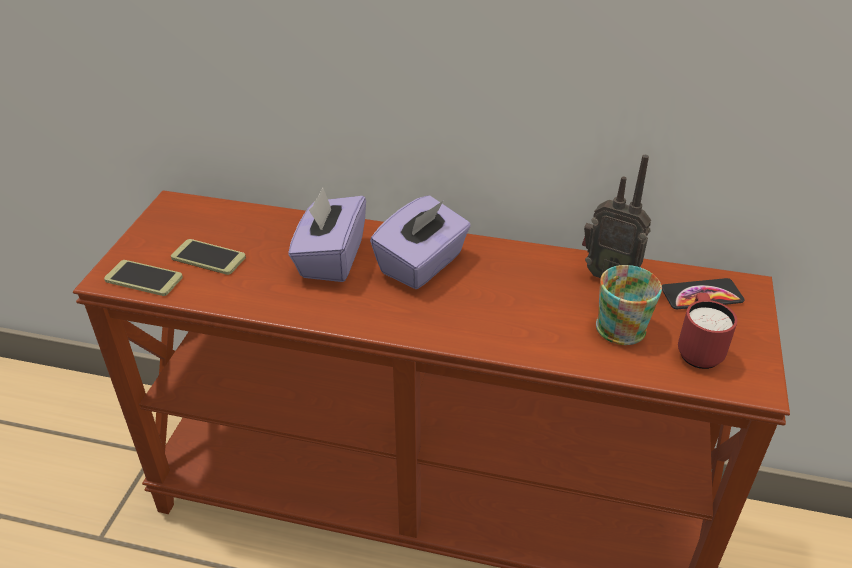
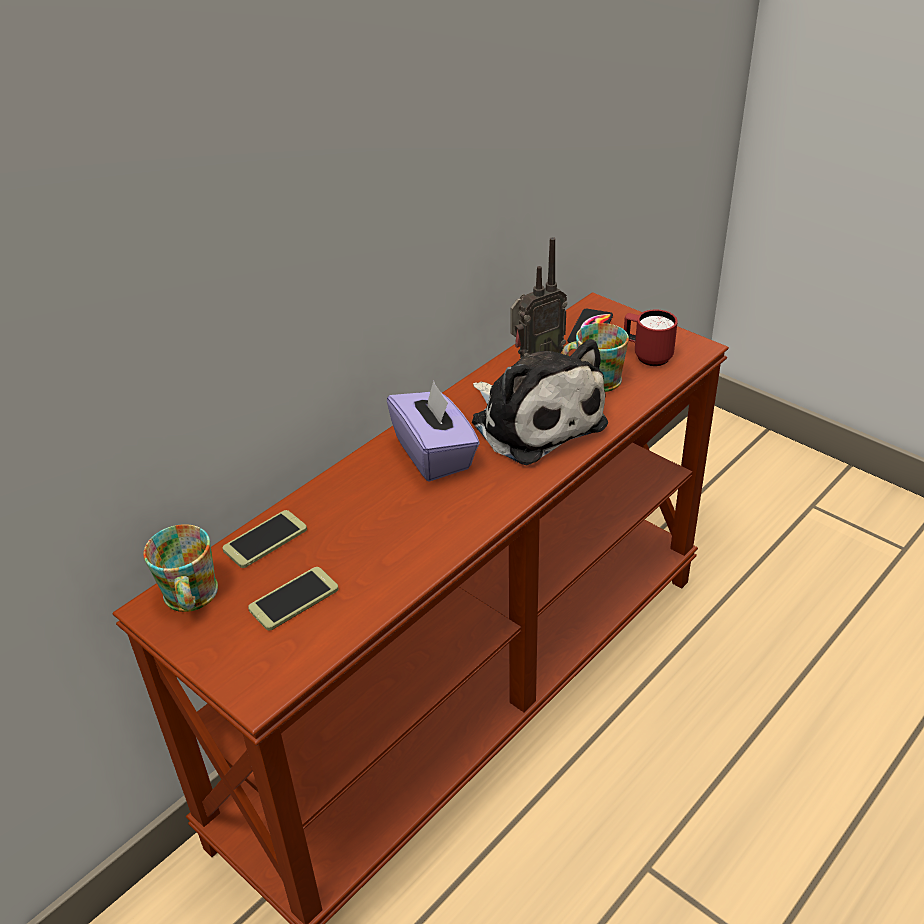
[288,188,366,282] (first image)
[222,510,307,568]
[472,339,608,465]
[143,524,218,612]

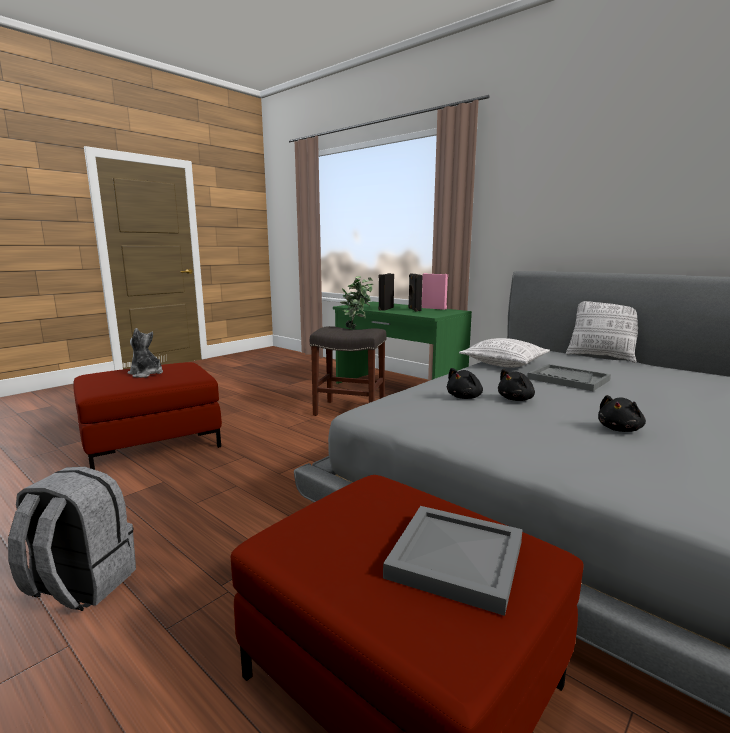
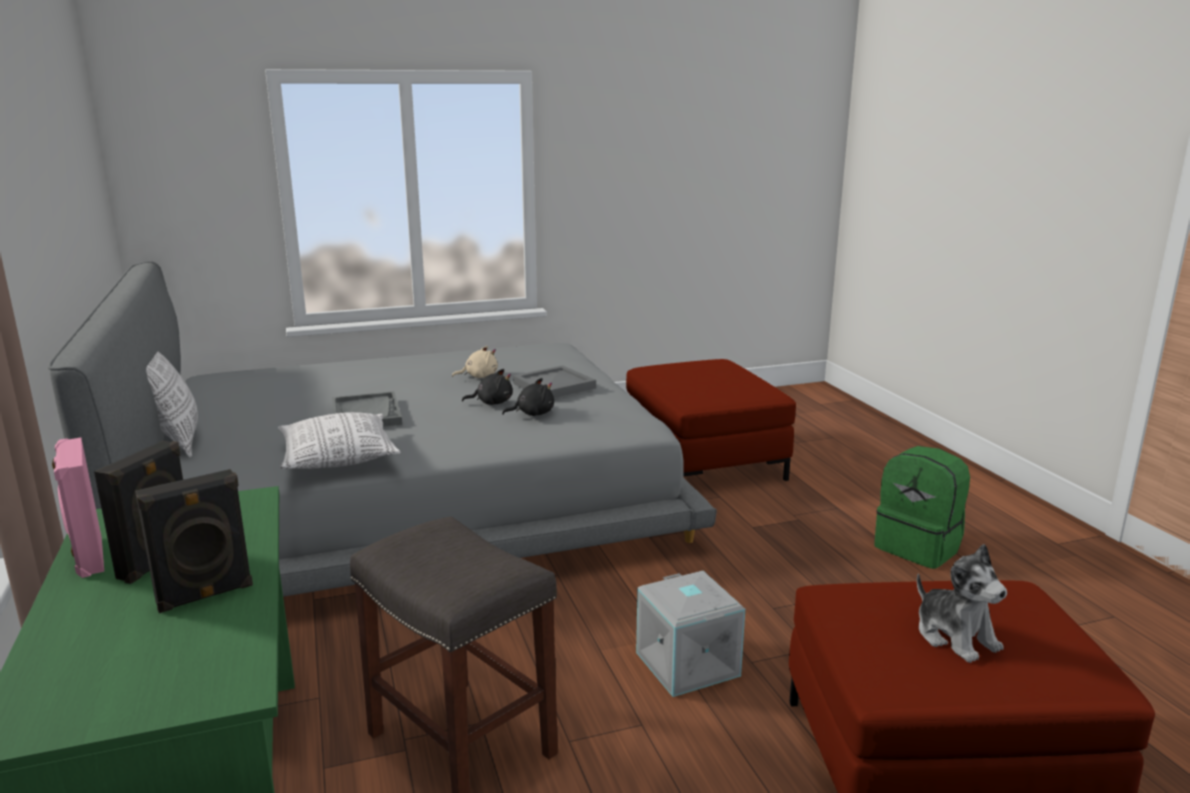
[340,276,373,329] (first image)
[452,346,498,378]
[874,446,970,569]
[513,365,596,398]
[636,571,745,697]

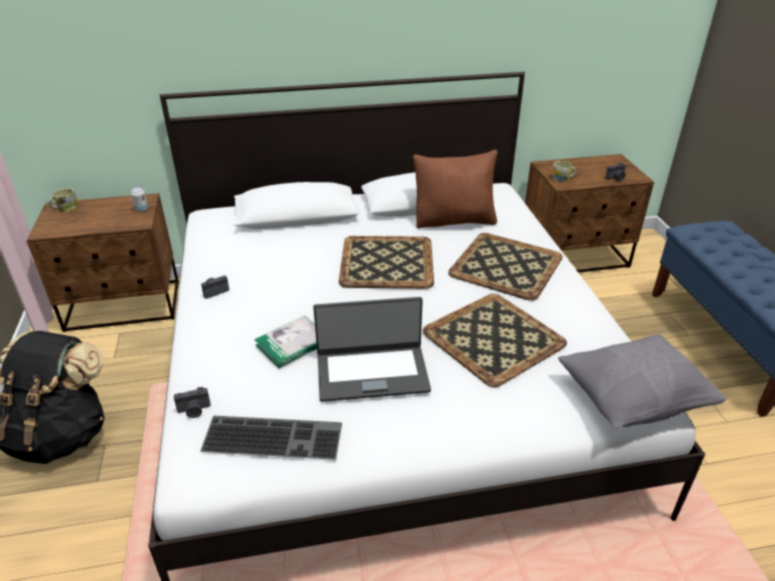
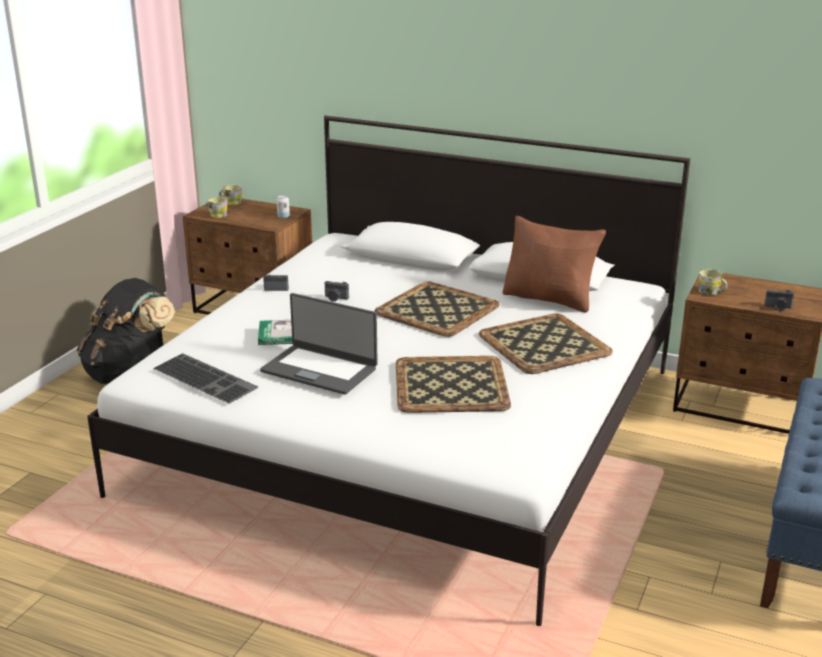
[558,334,726,428] (first image)
[325,281,349,302]
[205,197,228,218]

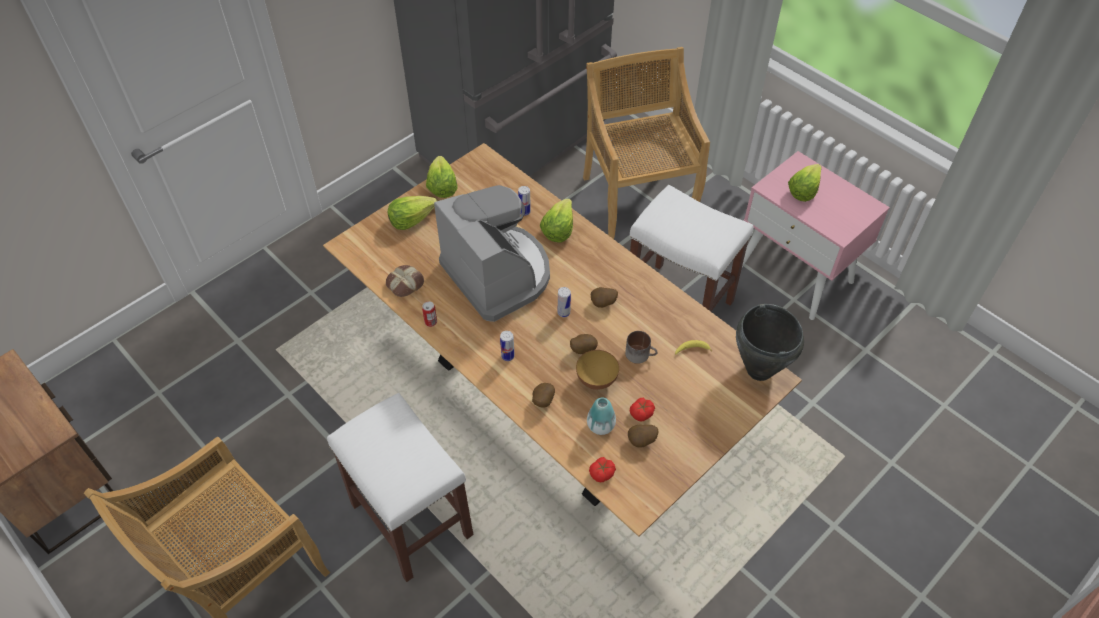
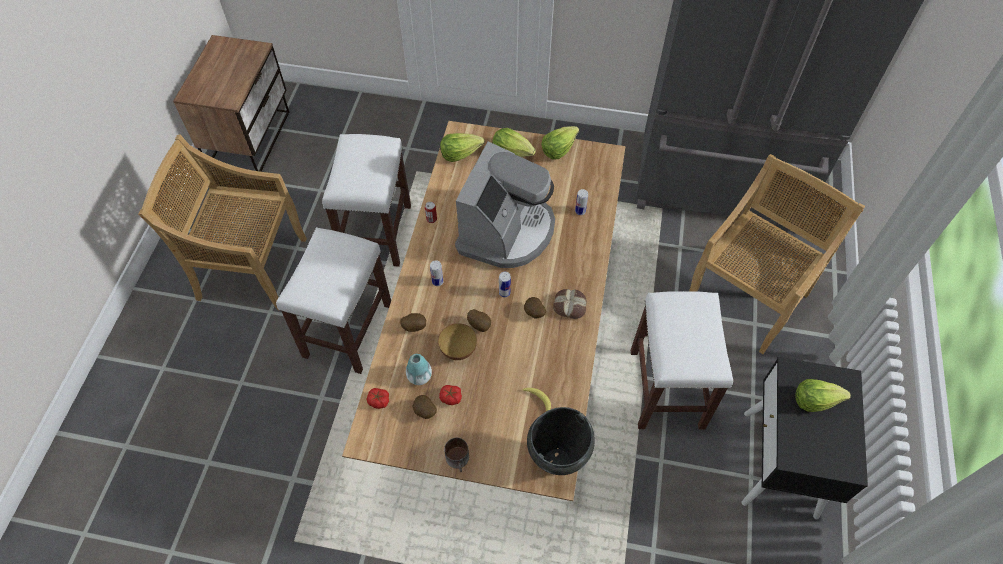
[741,357,868,520]
[440,133,485,162]
[553,289,587,319]
[444,438,469,472]
[322,134,411,266]

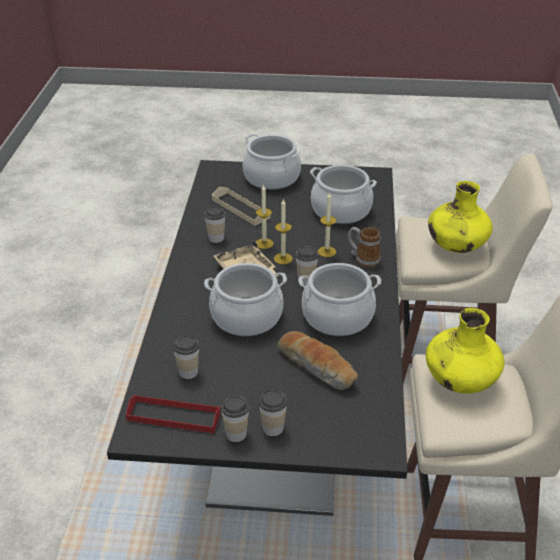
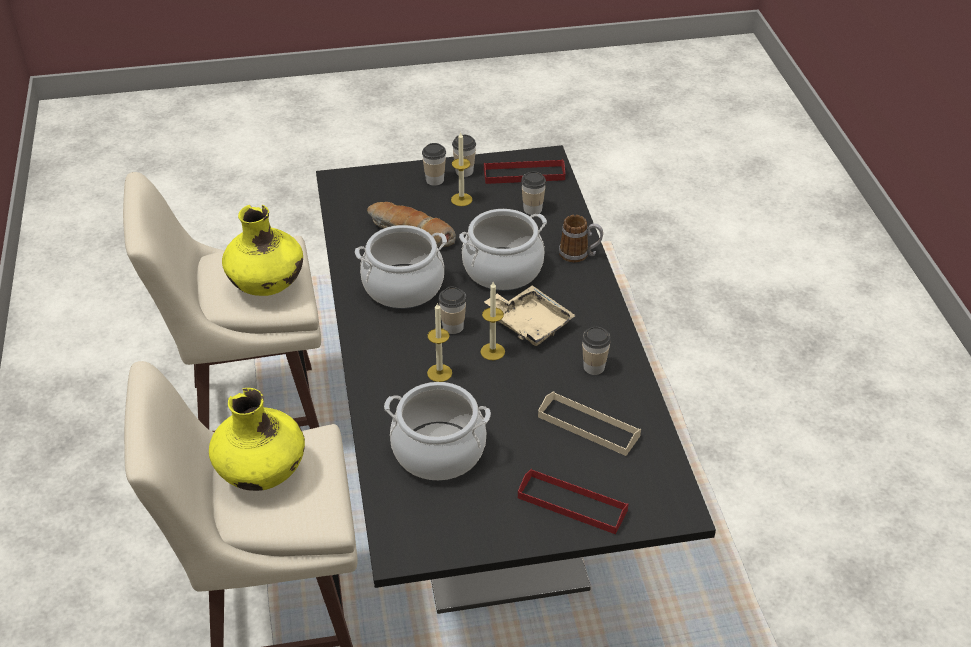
[518,469,628,534]
[451,133,472,206]
[559,215,603,262]

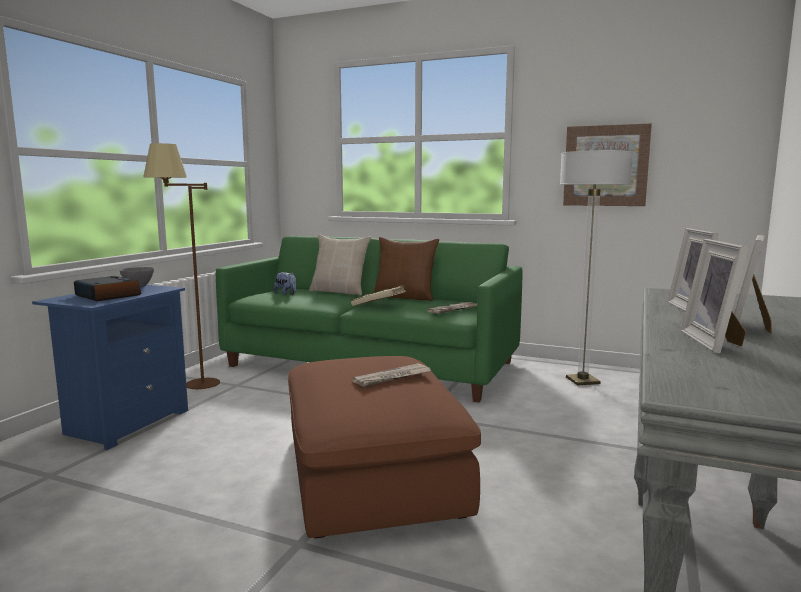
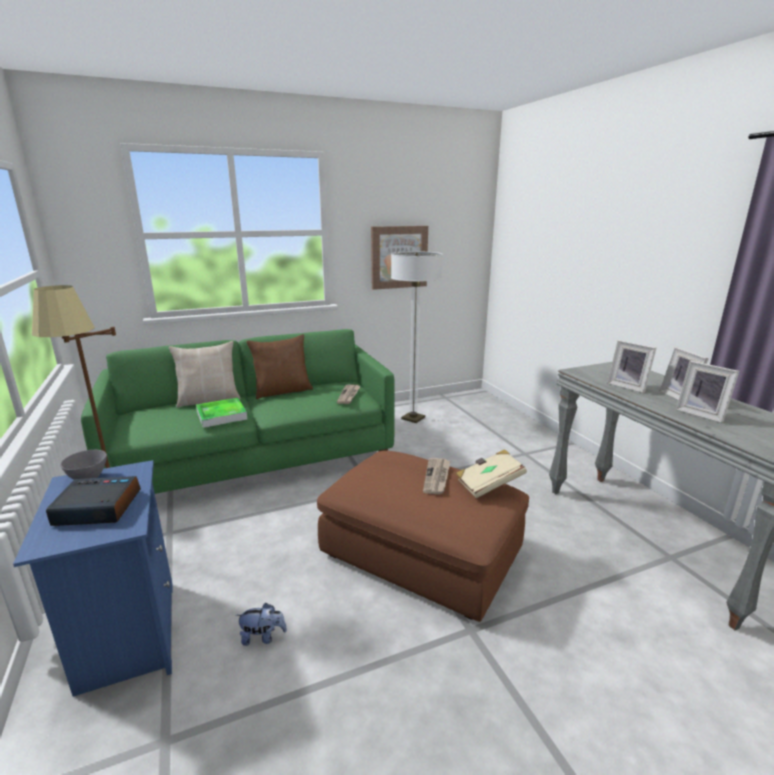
[236,603,287,646]
[456,449,527,498]
[196,398,247,428]

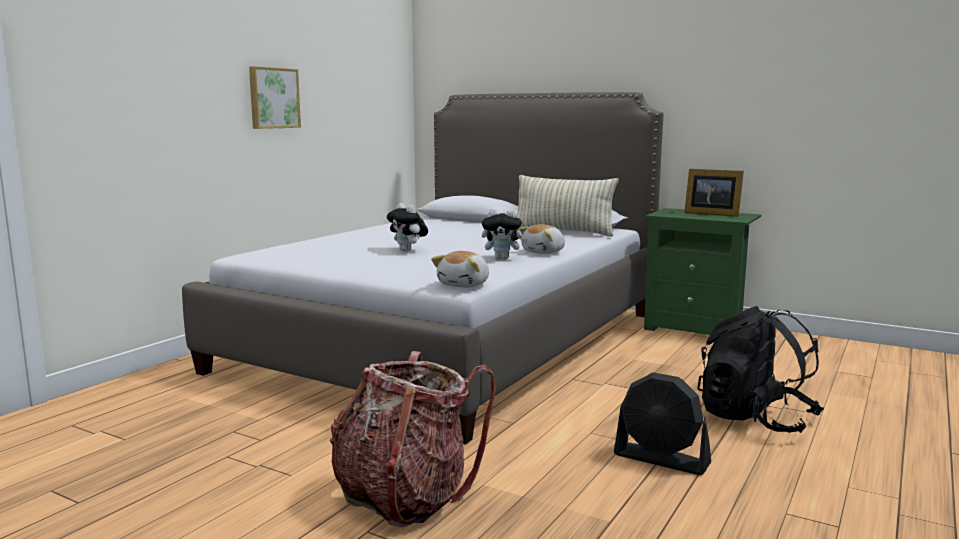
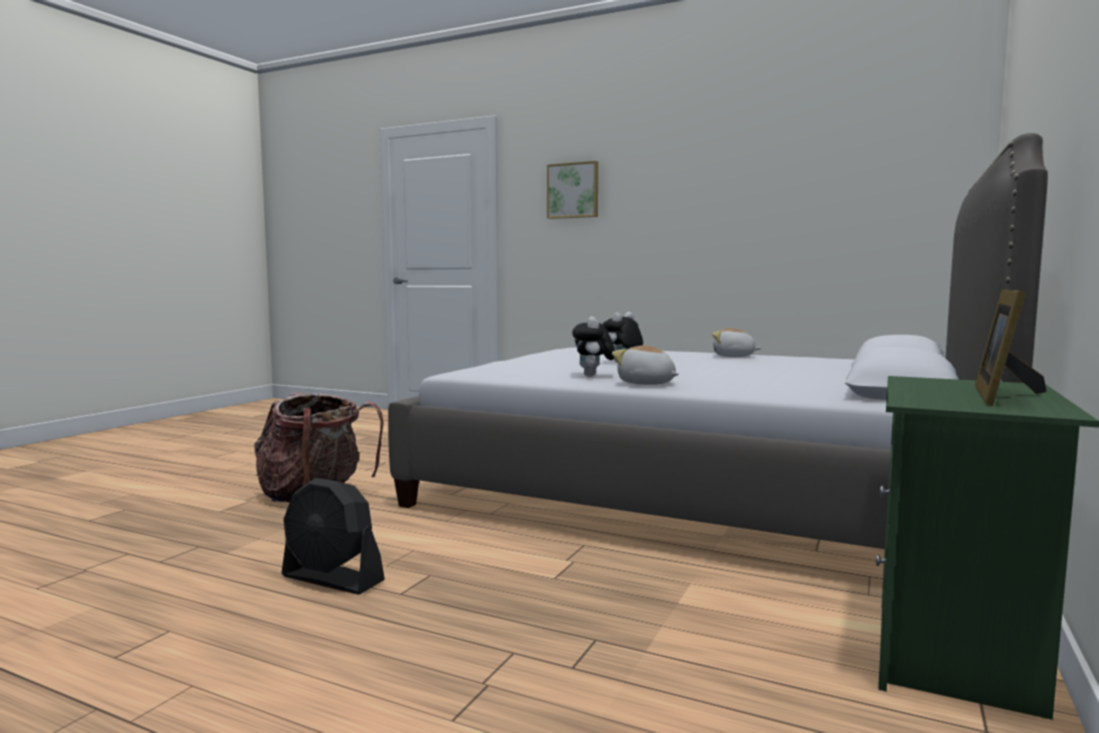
[547,161,598,219]
[516,175,619,236] (first image)
[712,328,761,357]
[697,306,824,433] (first image)
[282,478,385,595]

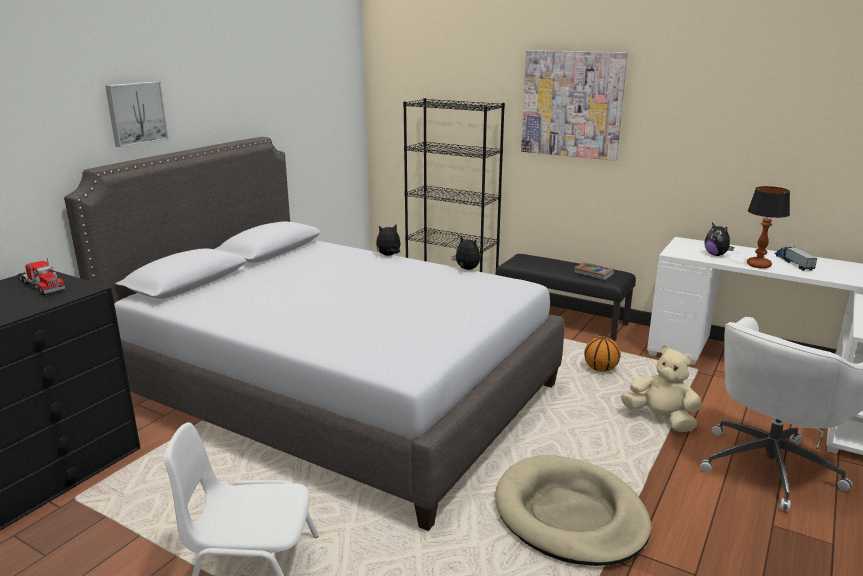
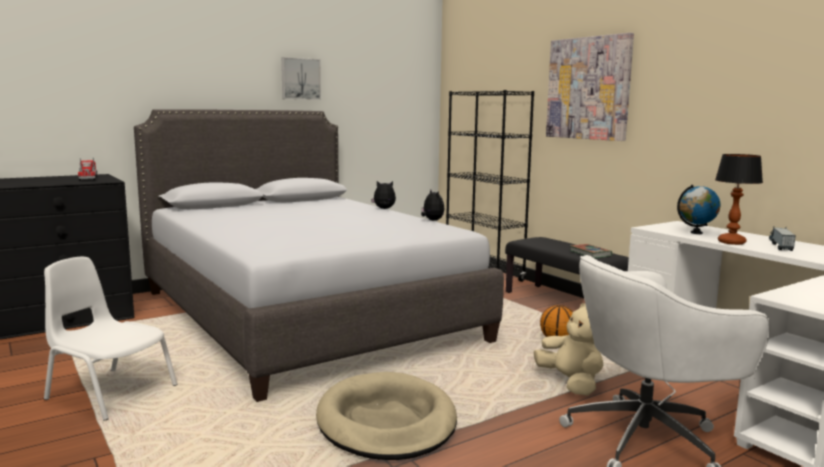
[281,57,321,100]
[677,185,720,234]

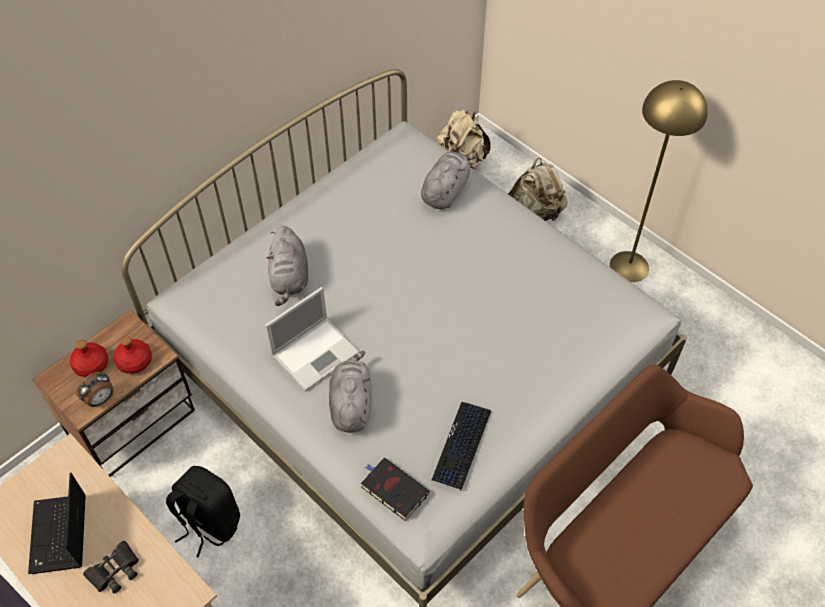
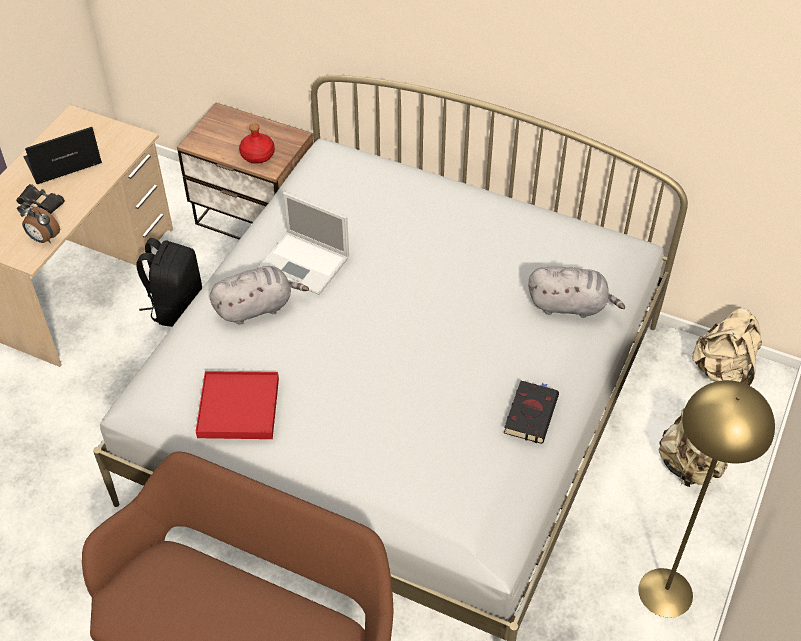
[267,226,308,306] (first image)
[70,340,108,377] (first image)
[20,204,60,243]
[196,371,279,439]
[504,381,559,444]

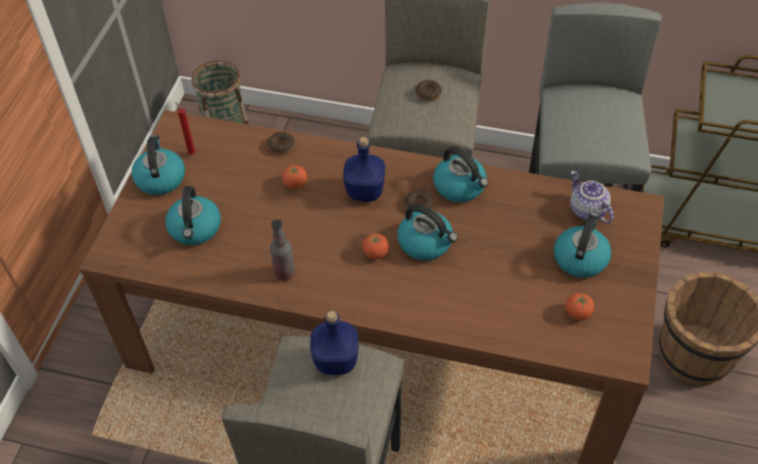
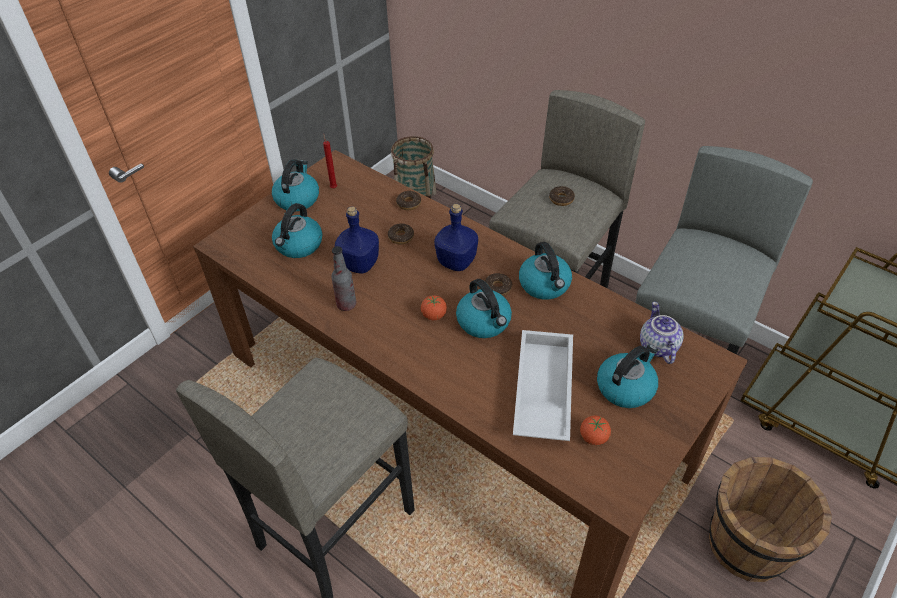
[388,223,414,245]
[335,206,379,274]
[513,330,573,441]

